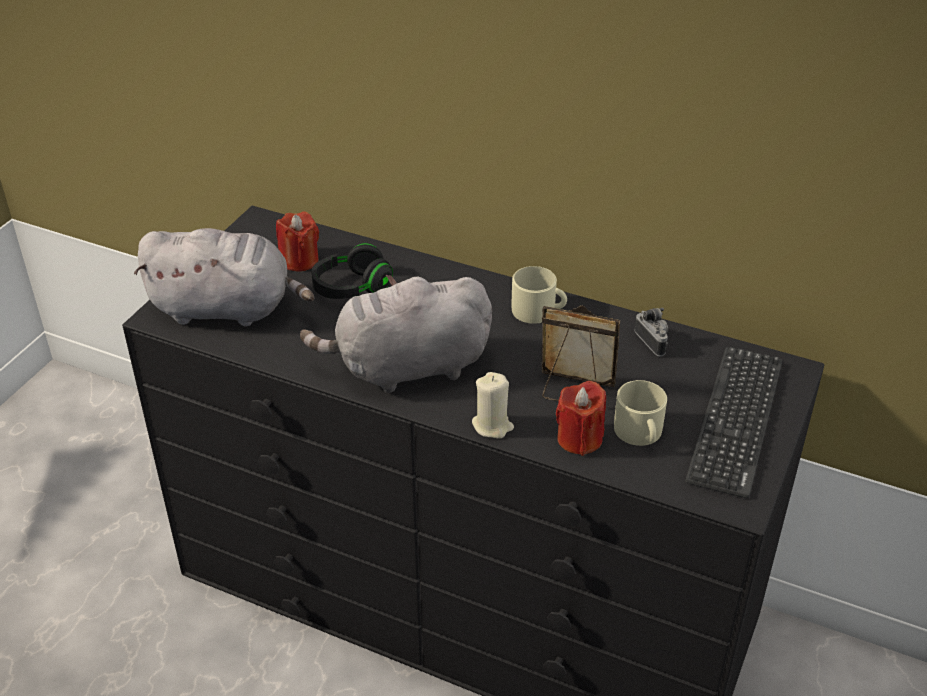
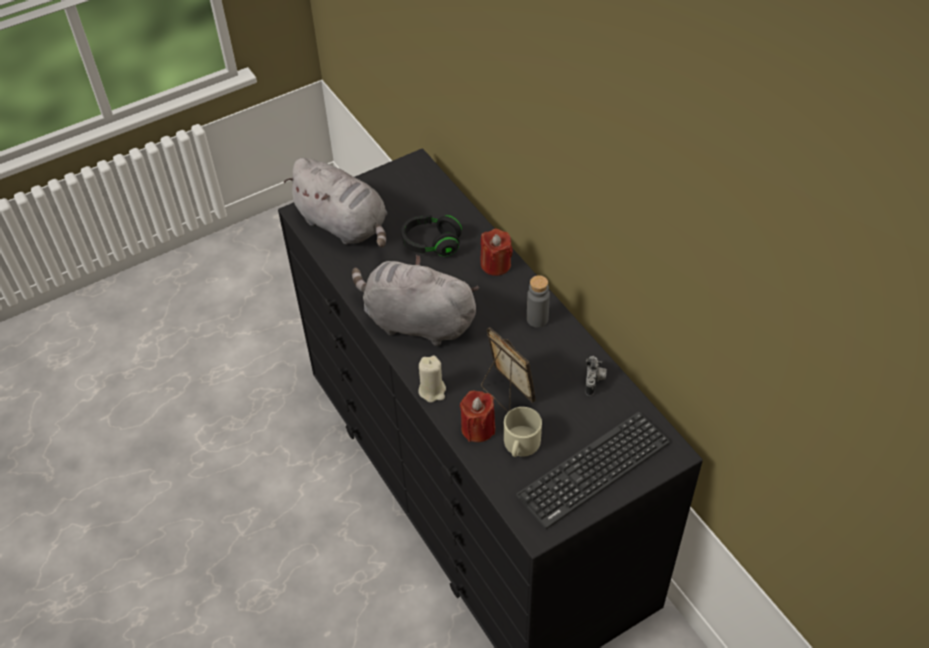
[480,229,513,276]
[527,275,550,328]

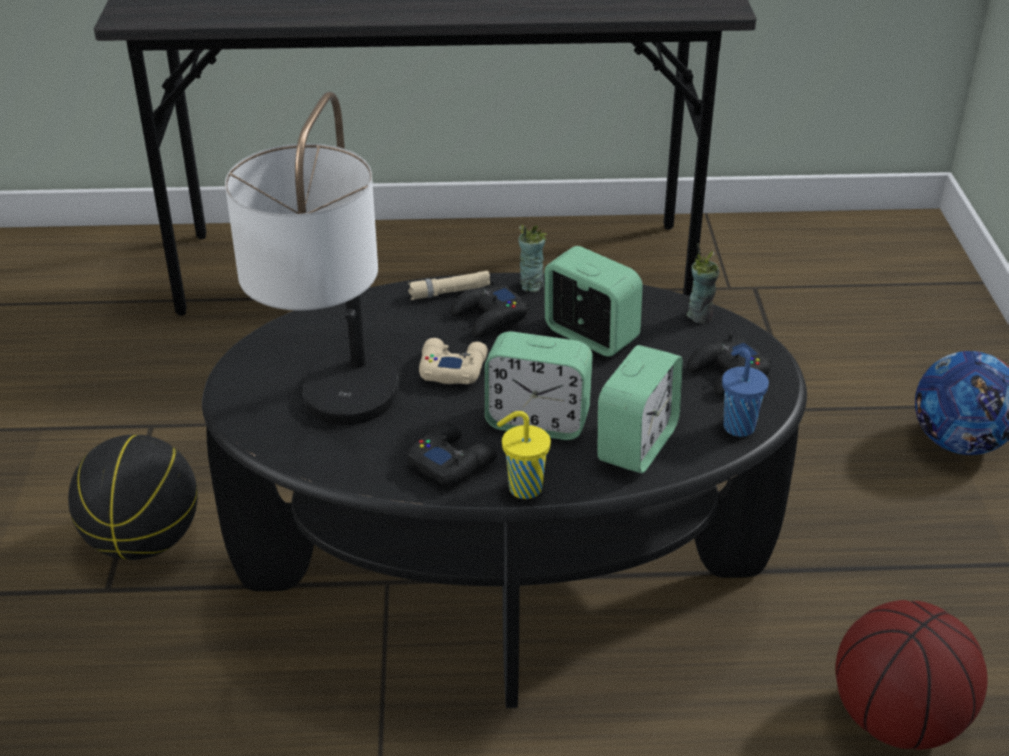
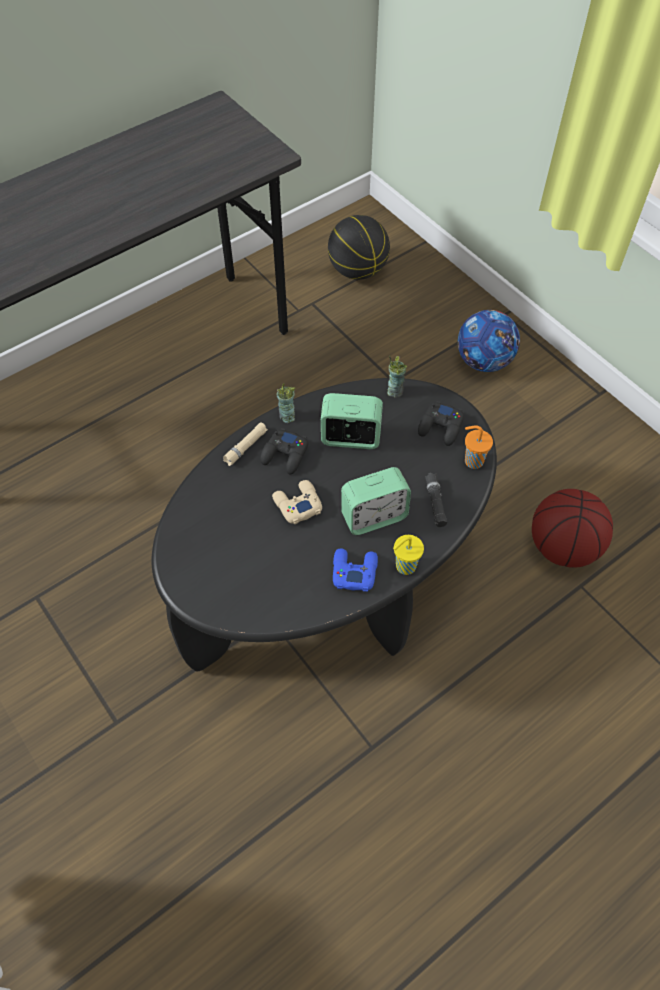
[225,92,398,425] (first image)
[425,473,447,527]
[465,425,493,469]
[333,548,378,592]
[328,215,390,280]

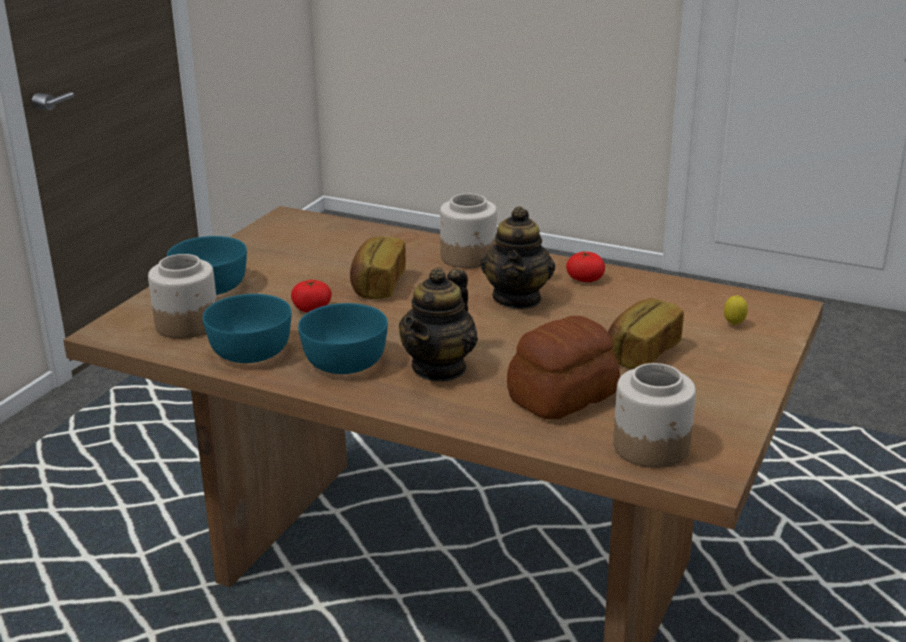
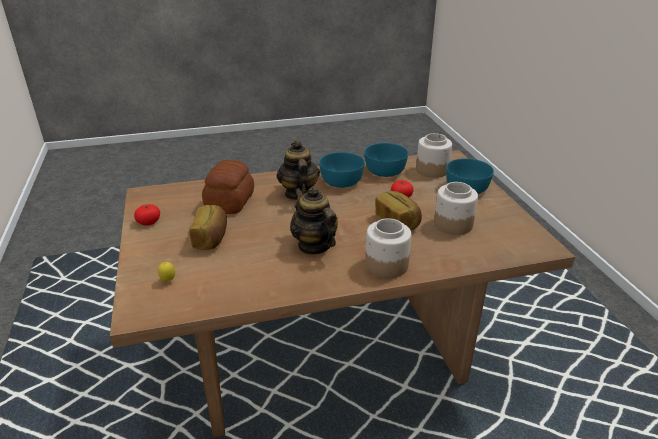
[134,204,160,226]
[434,182,478,235]

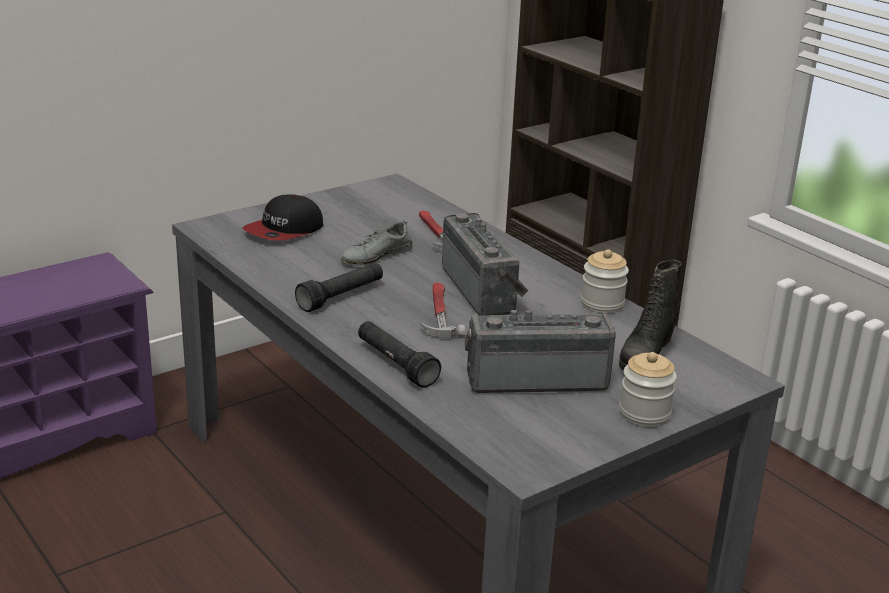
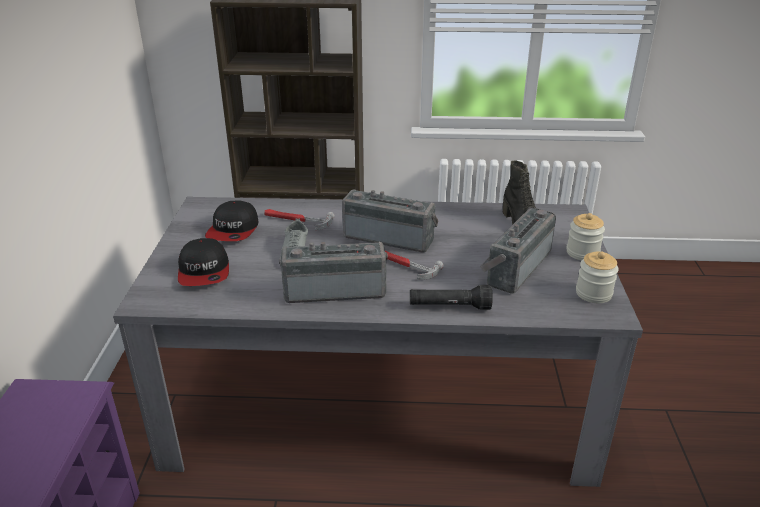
[576,251,619,303]
[279,242,388,303]
[205,200,258,241]

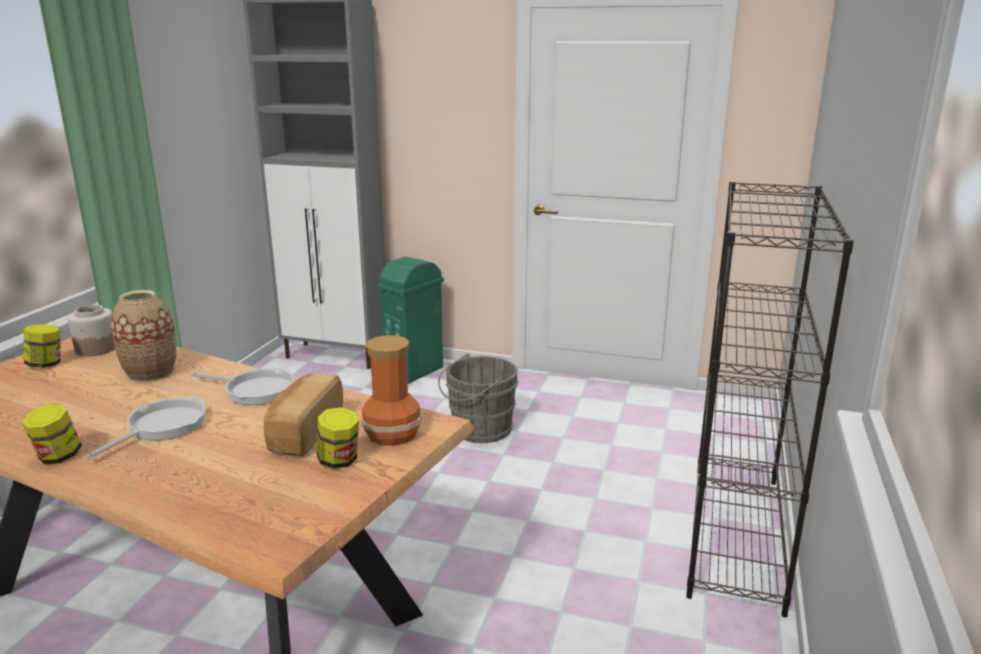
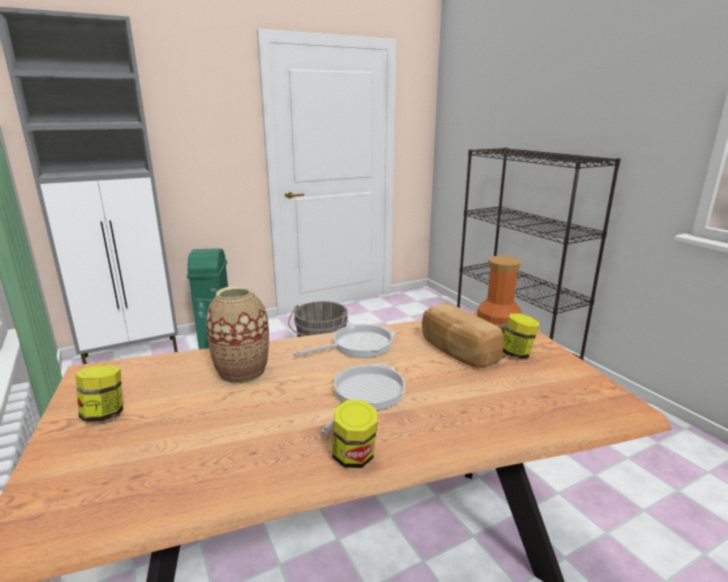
[68,305,115,356] (first image)
[320,363,405,435]

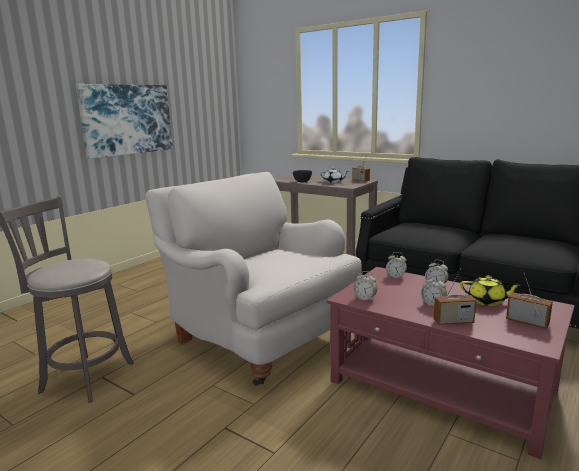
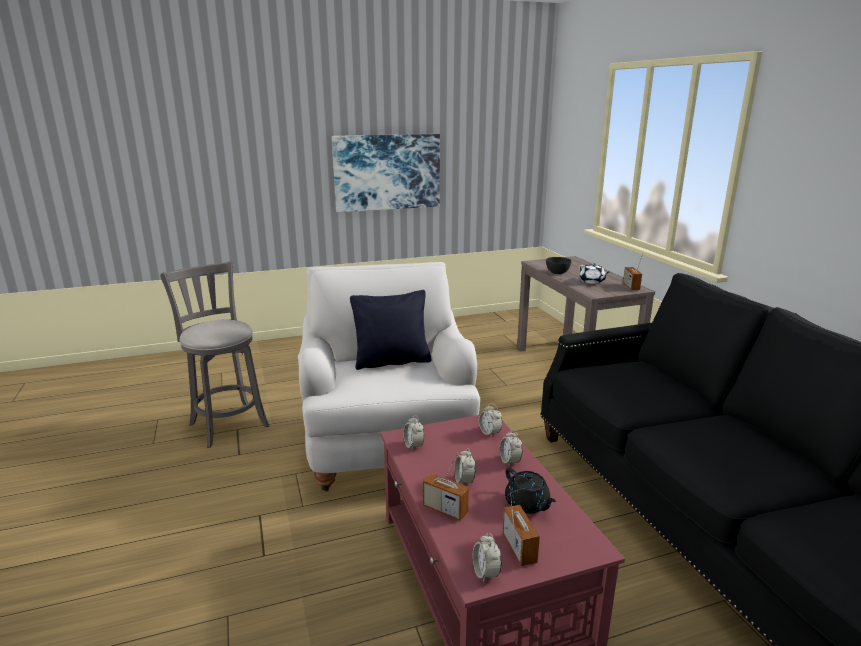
[505,468,556,514]
[350,290,431,370]
[473,533,501,583]

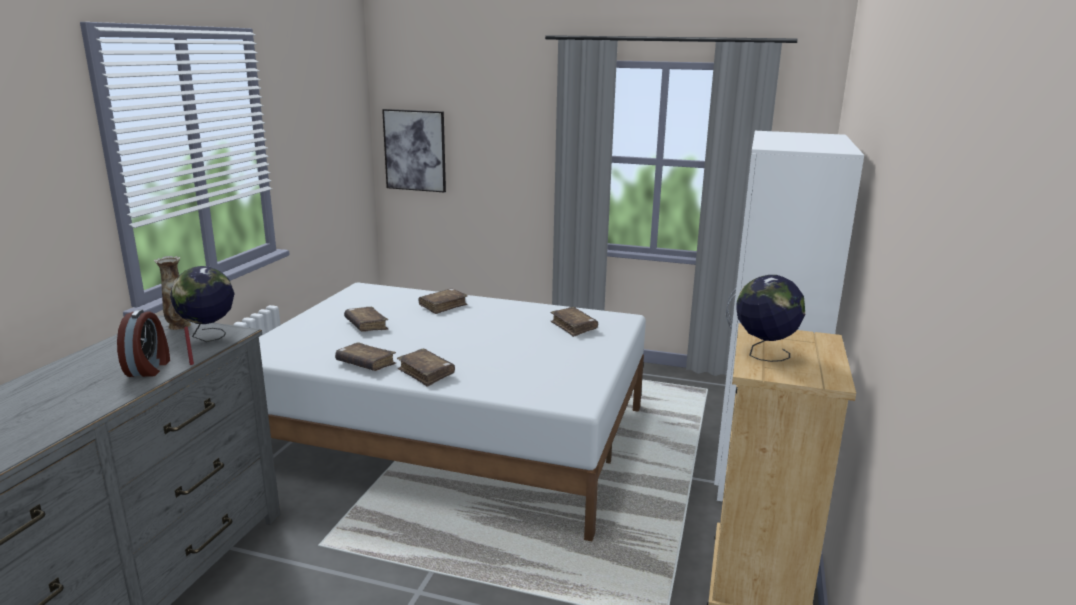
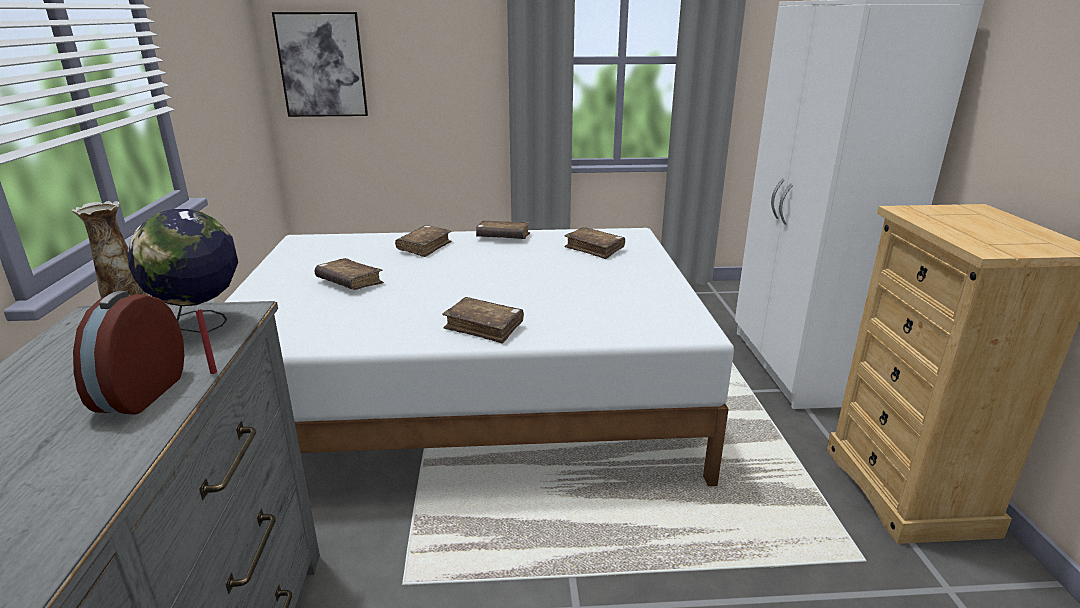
[736,275,805,362] (first image)
[73,291,185,415]
[476,220,530,239]

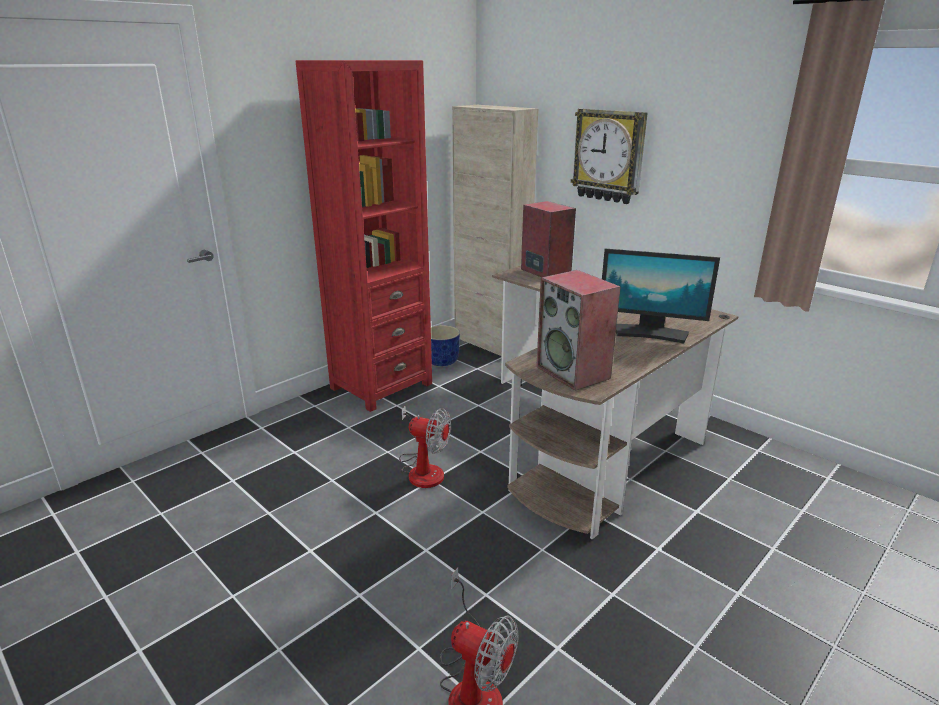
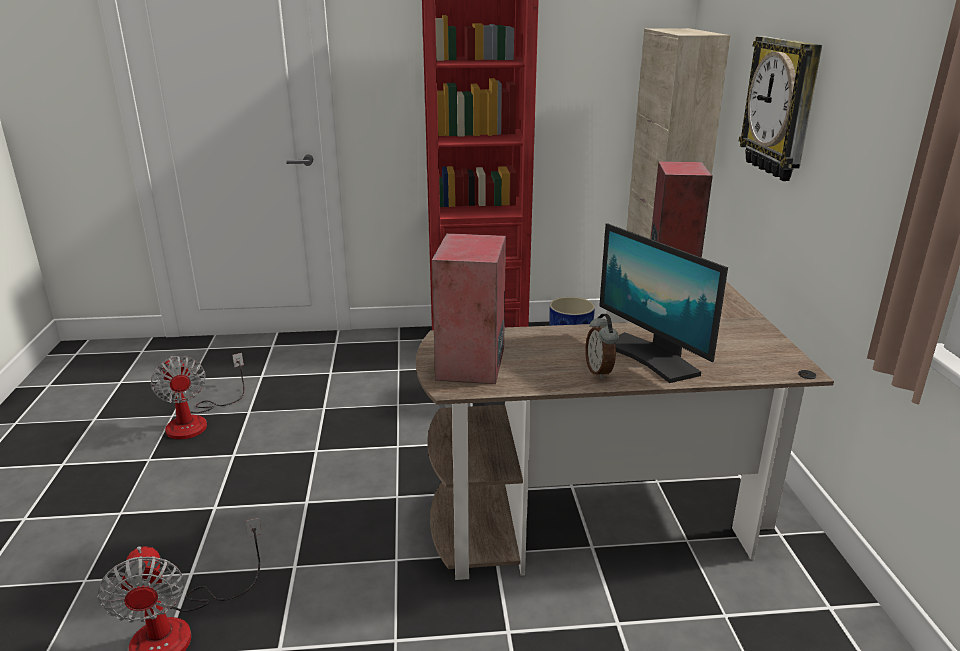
[151,353,244,439]
[585,314,619,379]

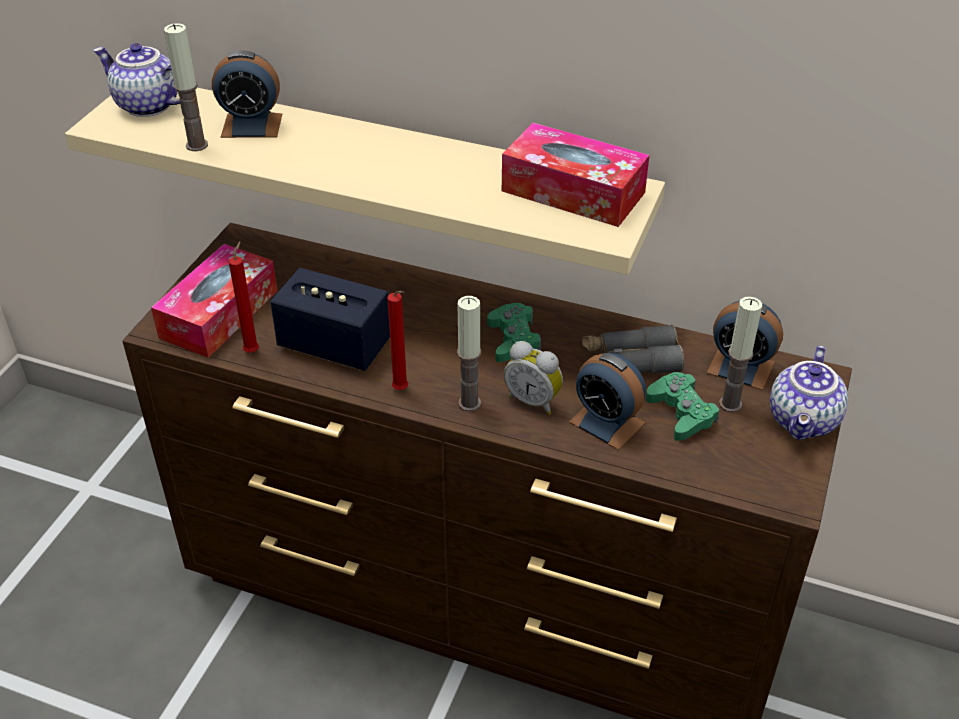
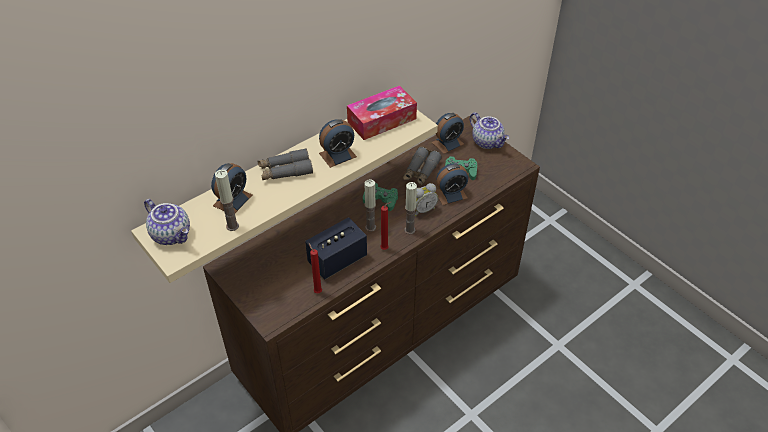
[144,199,190,245]
[151,244,277,358] (first image)
[364,179,376,232]
[319,119,357,168]
[258,148,313,180]

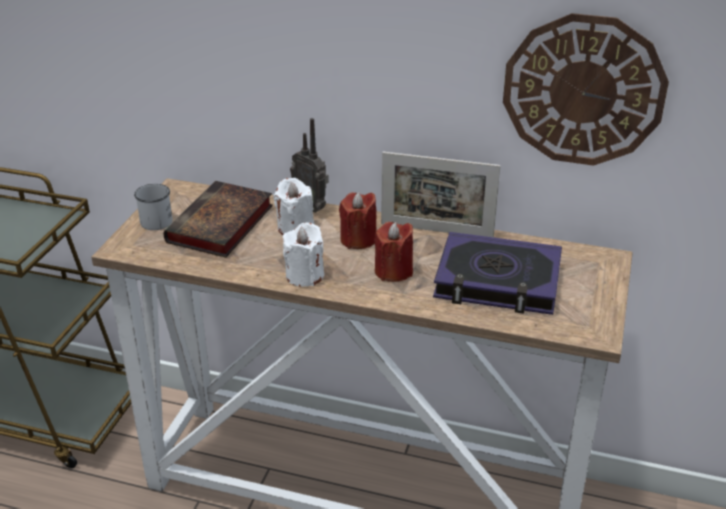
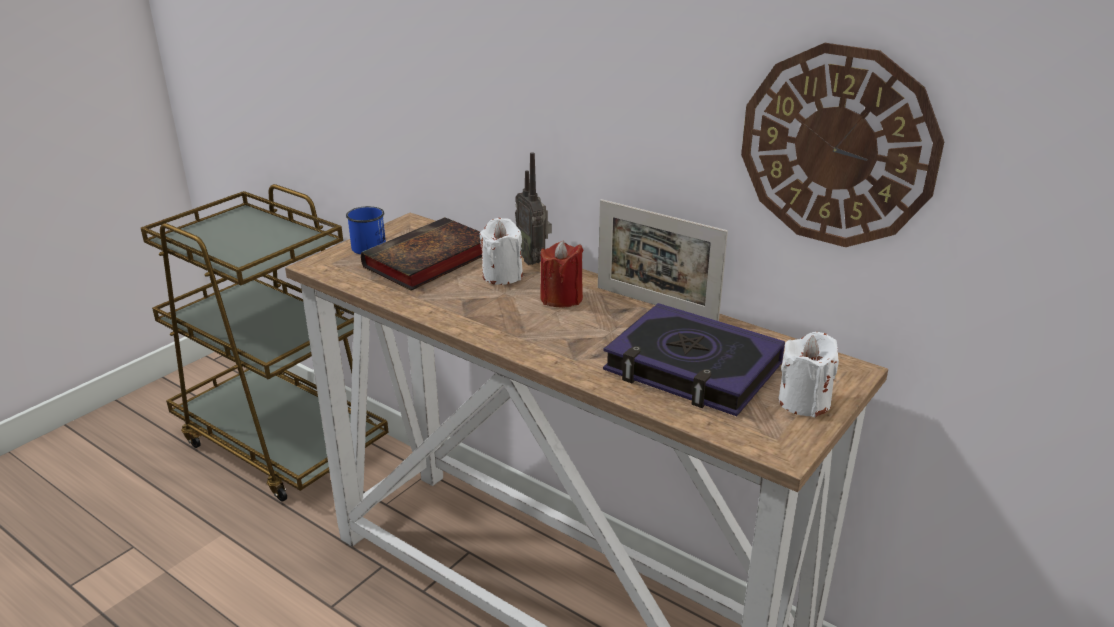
[346,206,386,254]
[374,222,413,282] (first image)
[779,332,839,417]

